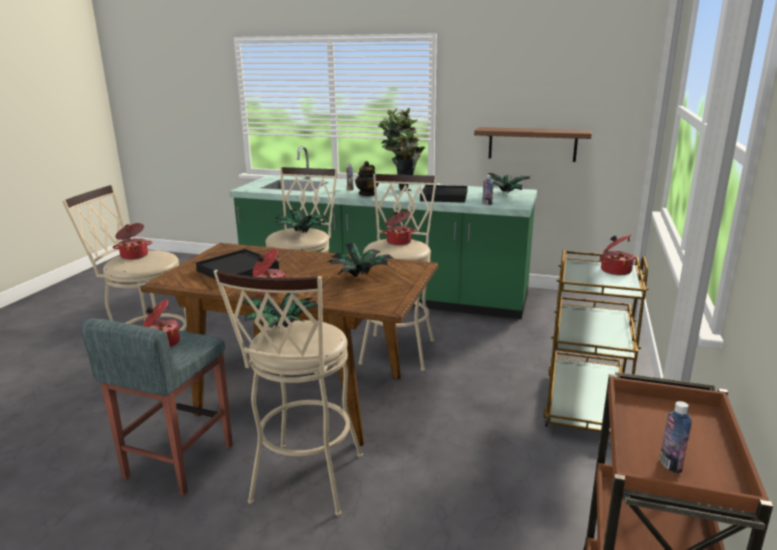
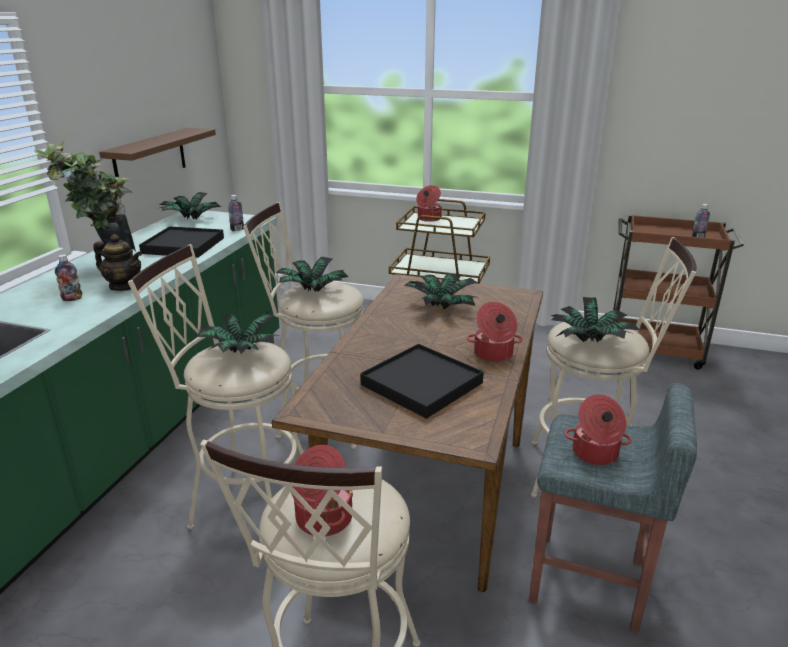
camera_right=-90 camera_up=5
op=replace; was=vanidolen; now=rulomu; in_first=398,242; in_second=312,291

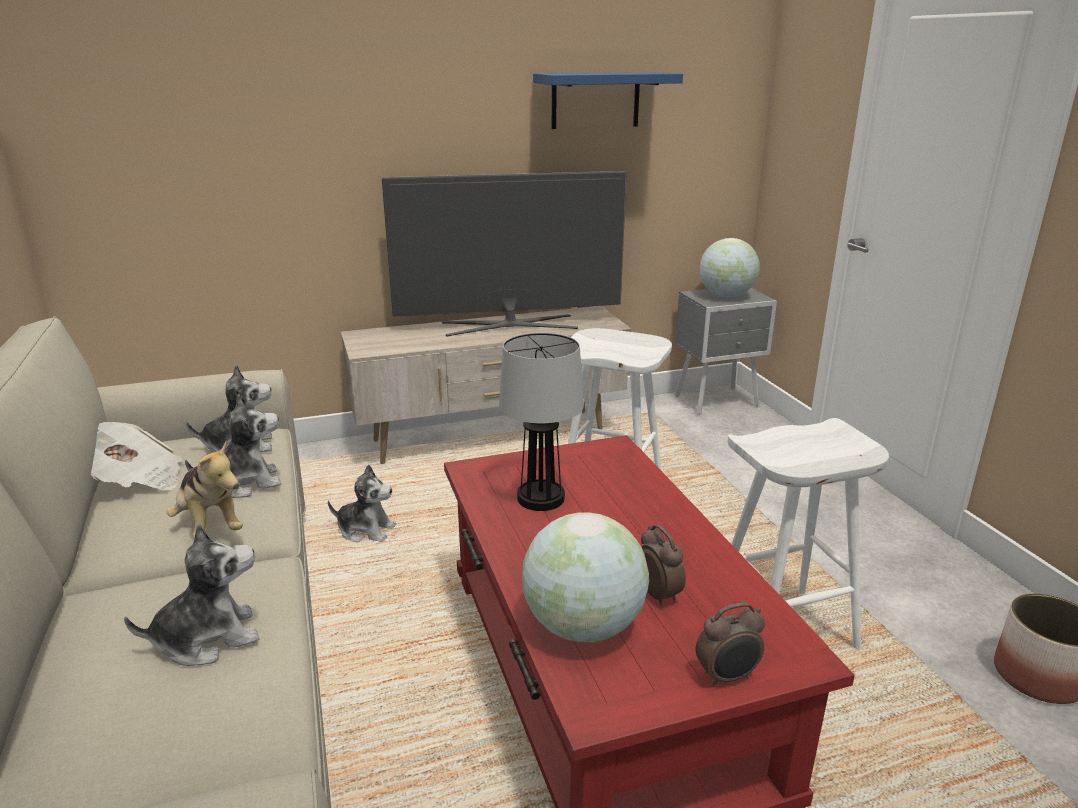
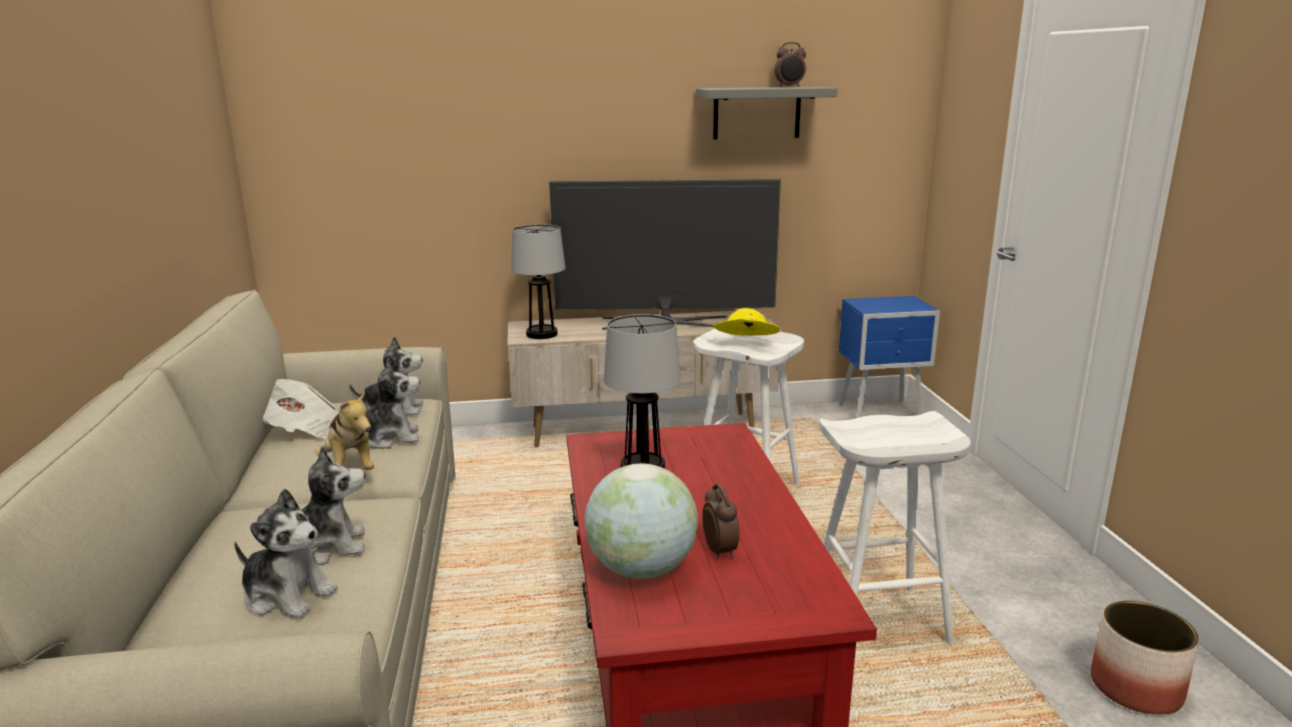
camera_right=10 camera_up=-5
op=move; was=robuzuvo; in_first=366,530; in_second=288,595
op=recolor; was=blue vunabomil; now=grey vunabomil; in_first=595,100; in_second=756,113
op=recolor; was=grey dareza; now=blue dareza; in_first=718,401; in_second=882,412
op=move; was=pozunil; in_first=727,677; in_second=789,87
op=delete; was=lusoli; in_first=726,296
op=insert; now=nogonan; in_second=541,334
op=insert; now=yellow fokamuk; in_second=745,343

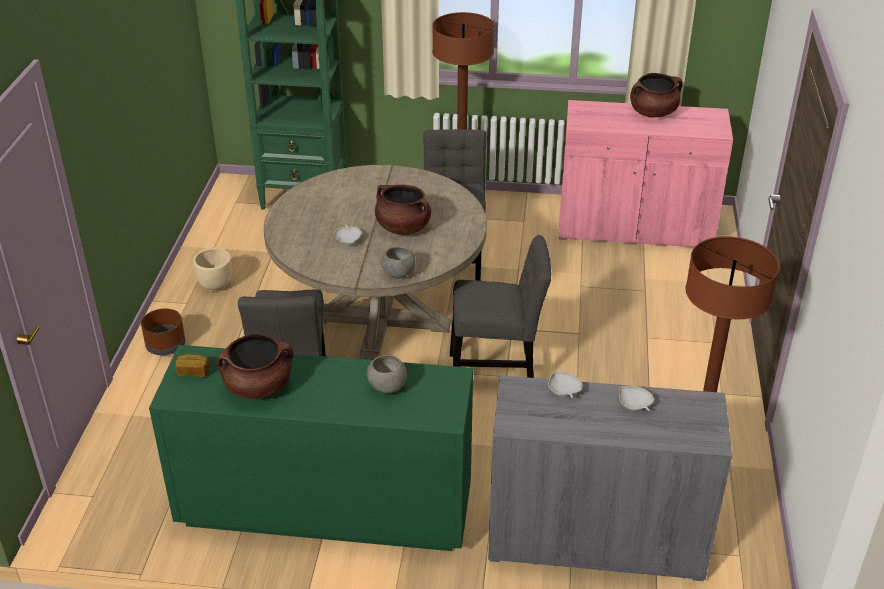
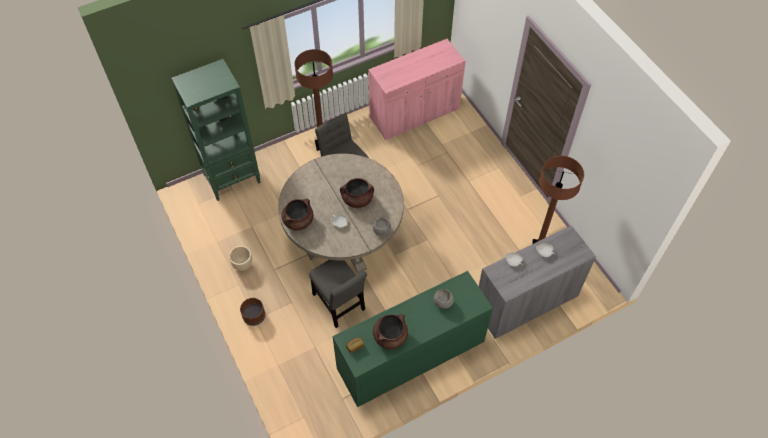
camera_right=-35 camera_up=20
op=delete; was=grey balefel; in_first=497,371
op=move; was=brown vanidolen; in_first=653,112; in_second=298,221

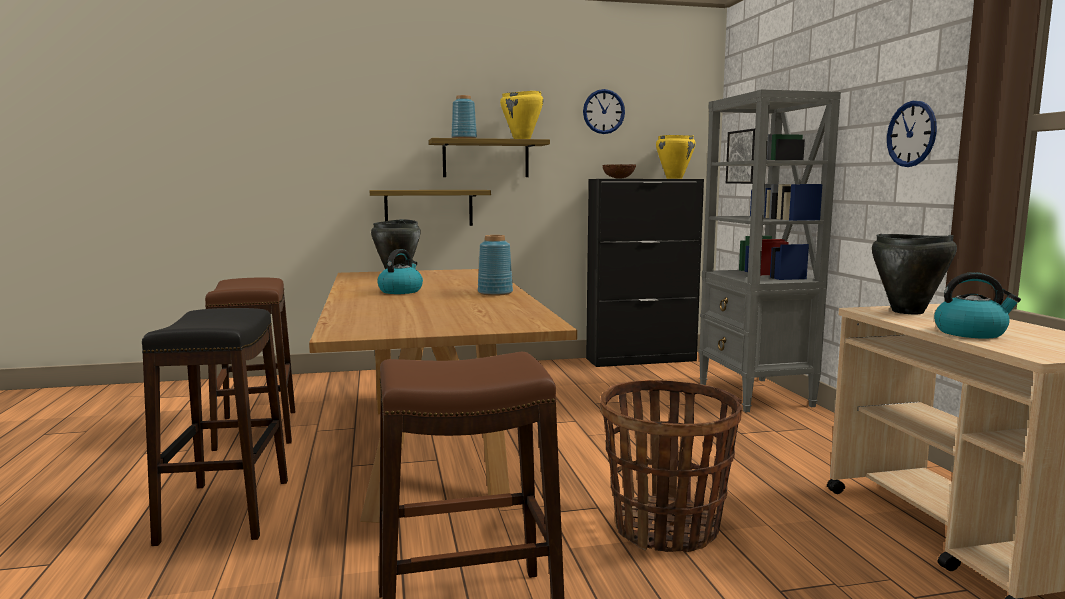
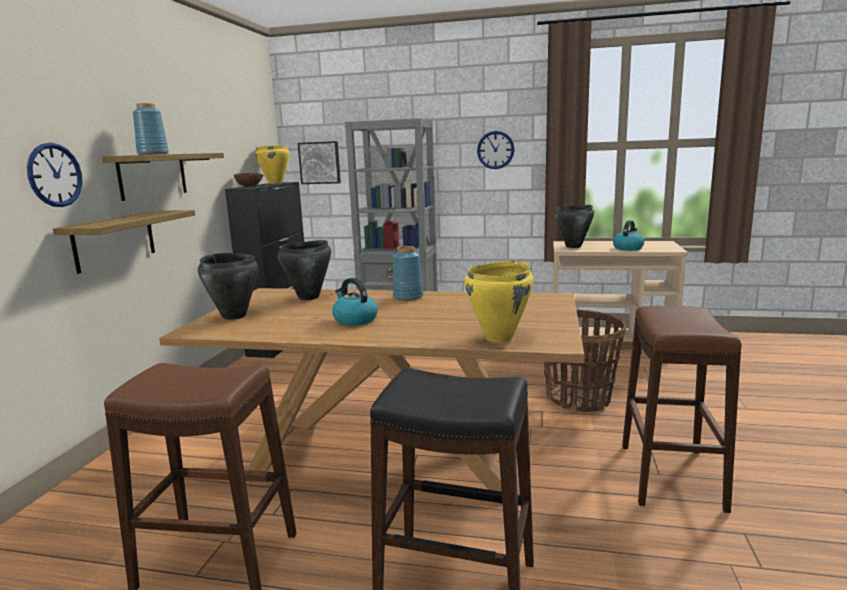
camera_right=-65 camera_up=5
op=move; was=yellow vanidolen; in_first=522,139; in_second=499,338
op=move; was=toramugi; in_first=603,111; in_second=55,175
op=insert; now=black vanidolen; in_second=309,297

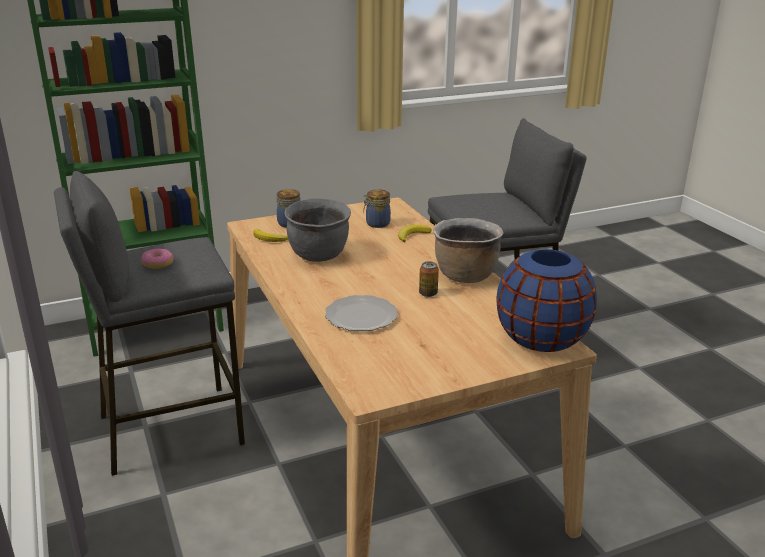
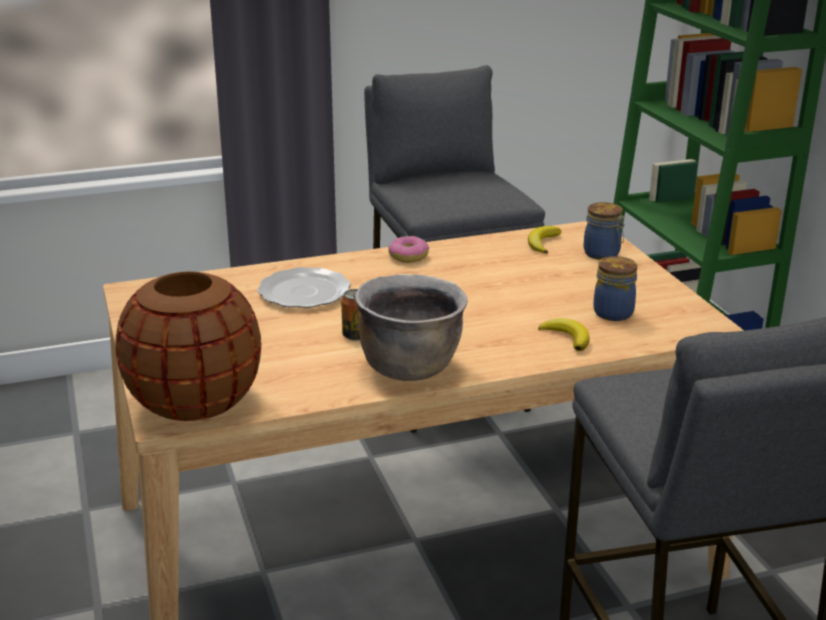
camera_right=95 camera_up=0
op=move; was=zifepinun; in_first=157,264; in_second=408,256
op=delete; was=grey vanidolen; in_first=319,255
op=recolor; was=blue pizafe; now=brown pizafe; in_first=541,340; in_second=194,403

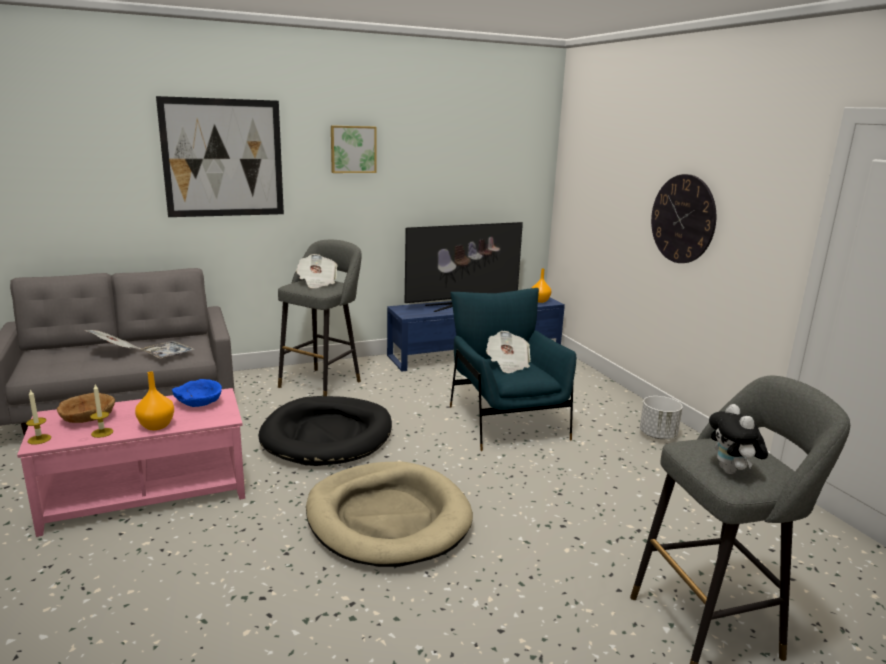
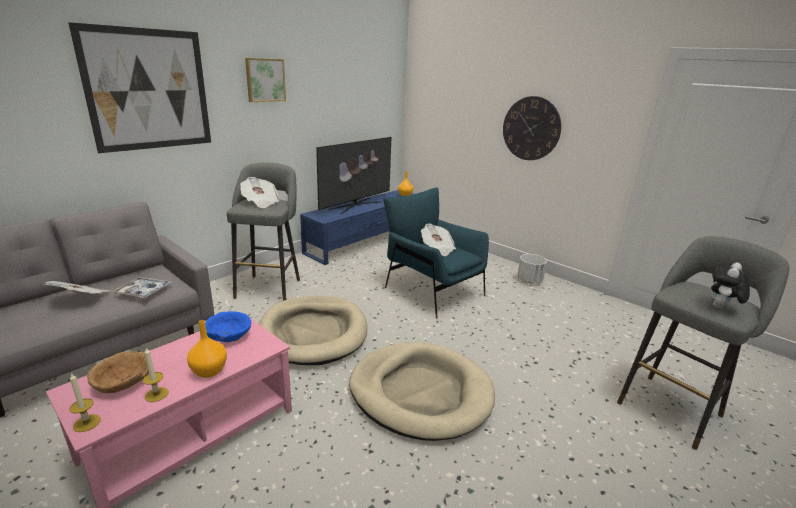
camera_right=-25 camera_up=5
op=recolor; was=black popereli; now=beige popereli; in_first=328,435; in_second=313,333
op=rotate; was=robuzuvo; in_first=731,471; in_second=721,308; clockwise=75

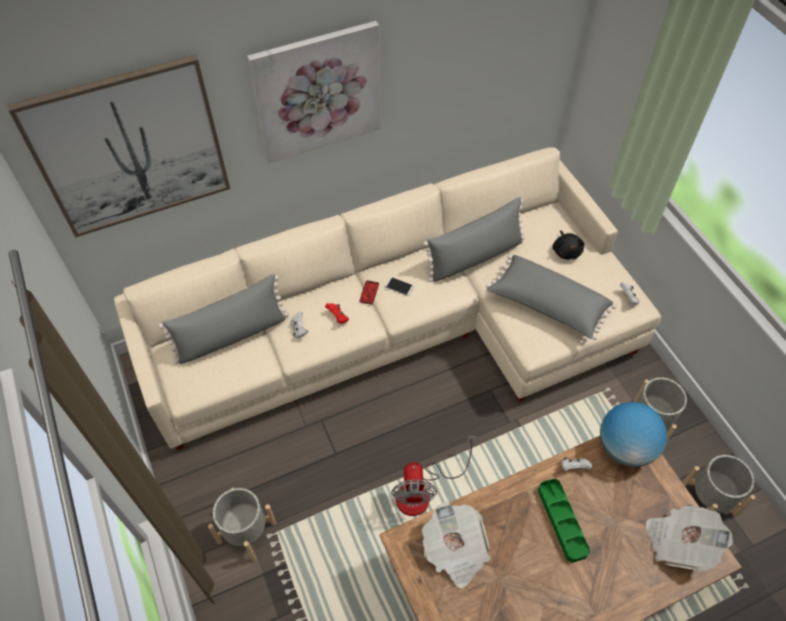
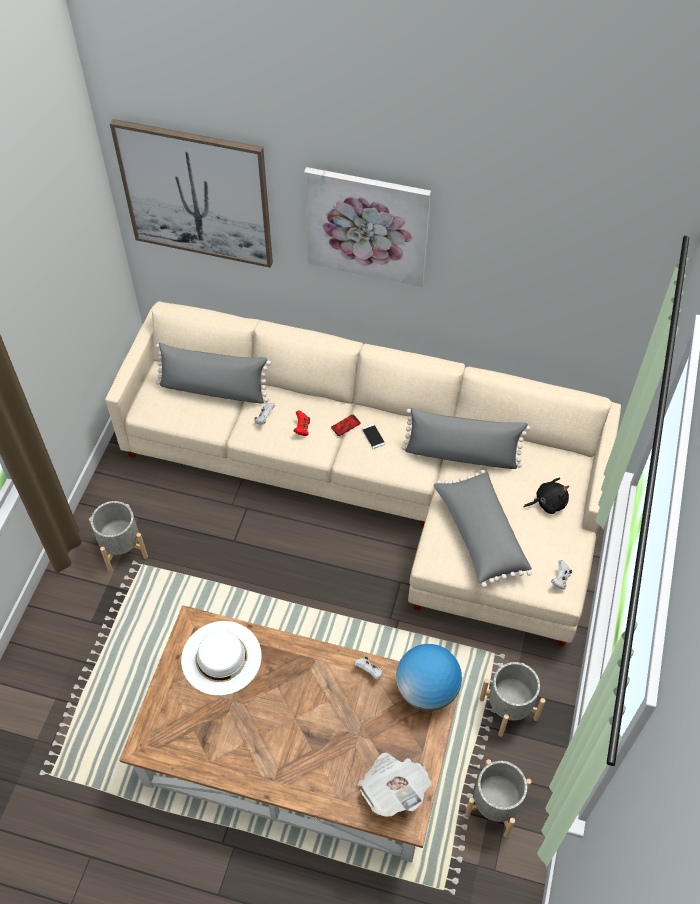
camera_right=40 camera_up=0
op=delete; was=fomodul; in_first=422,491
op=replace; was=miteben; now=white fokamuk; in_first=455,551; in_second=221,657
op=delete; was=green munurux; in_first=562,521
op=rotate; was=black robuzuvo; in_first=566,251; in_second=548,503; clockwise=-135

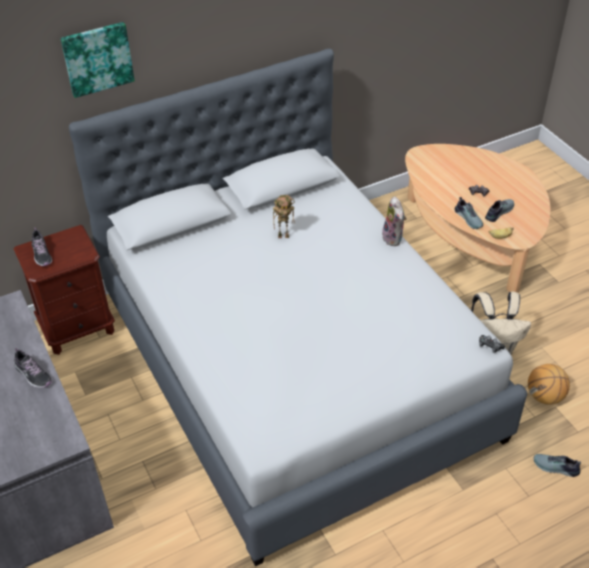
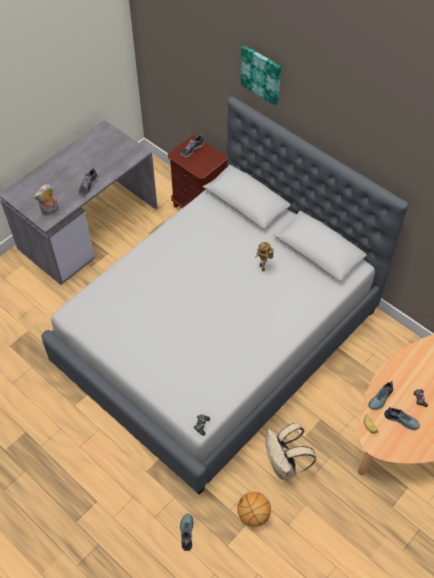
camera_right=70 camera_up=10
op=move; was=robuzuvo; in_first=394,238; in_second=50,211

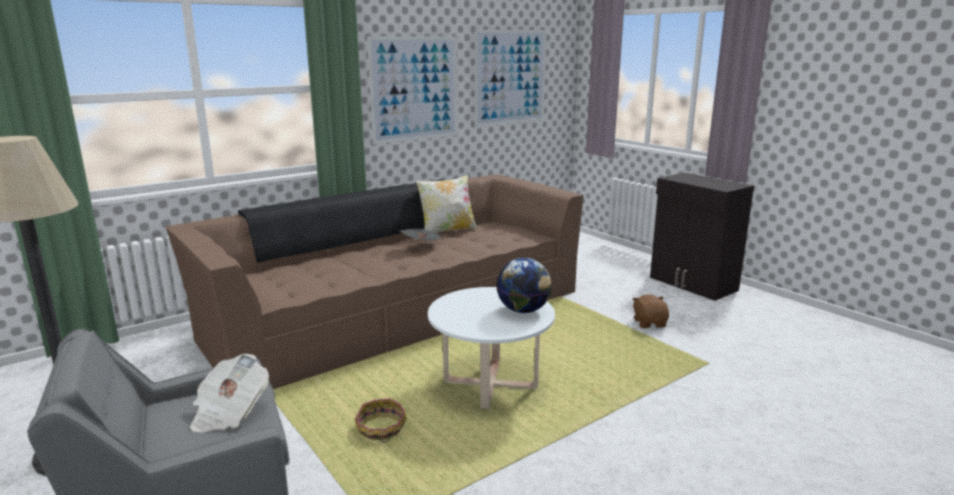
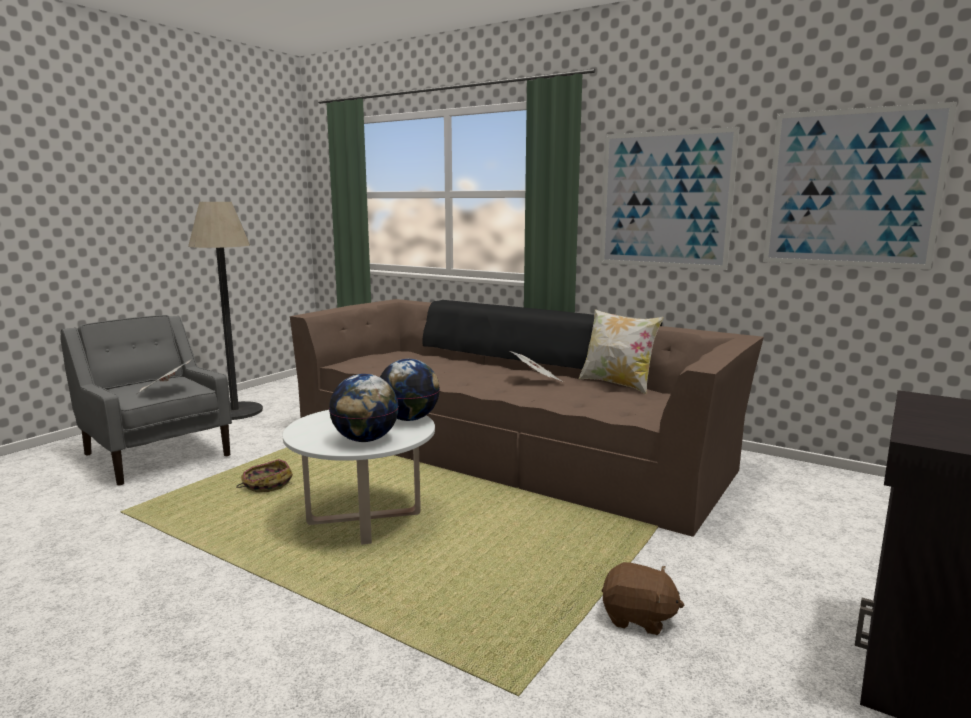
camera_right=70 camera_up=-5
op=rotate; was=brown robuzuvo; in_first=649,323; in_second=638,618; clockwise=45
op=insert; now=lusoli; in_second=409,419

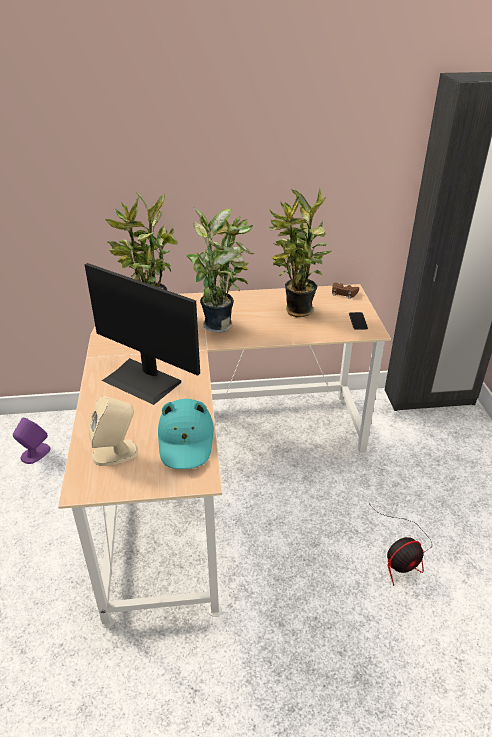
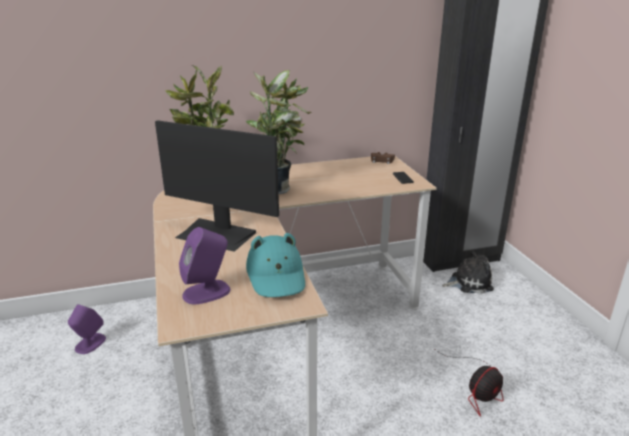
camera_right=-10 camera_up=-10
op=recolor; was=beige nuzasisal; now=purple nuzasisal; in_first=115,452; in_second=207,292
op=delete; was=rulomu; in_first=296,311
op=insert; now=robuzuvo; in_second=468,282

